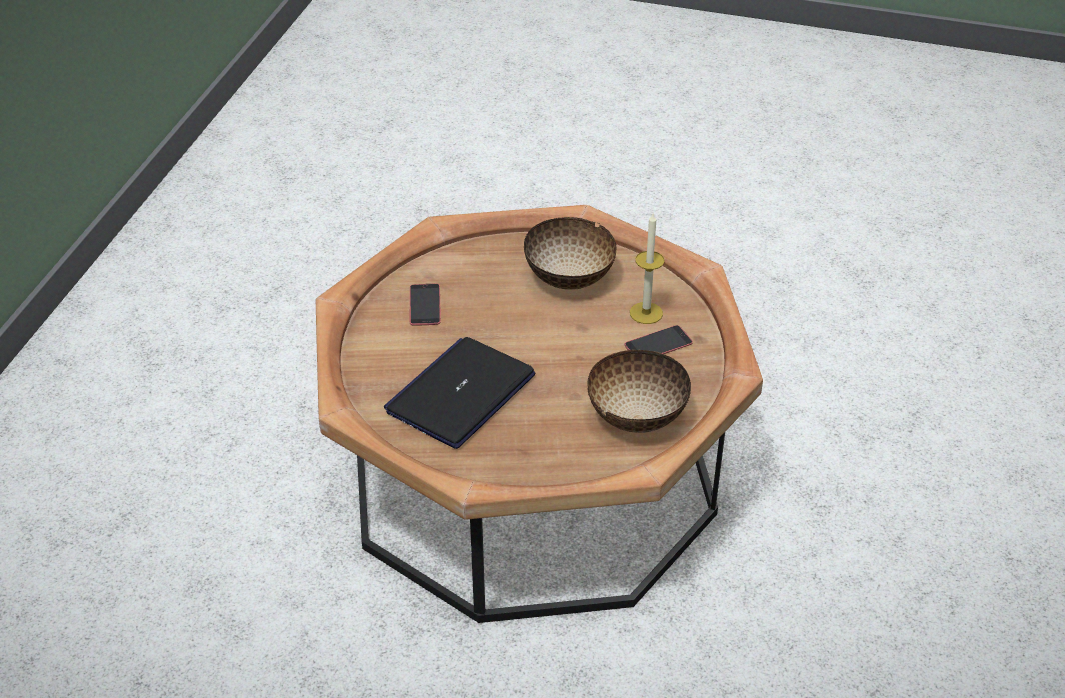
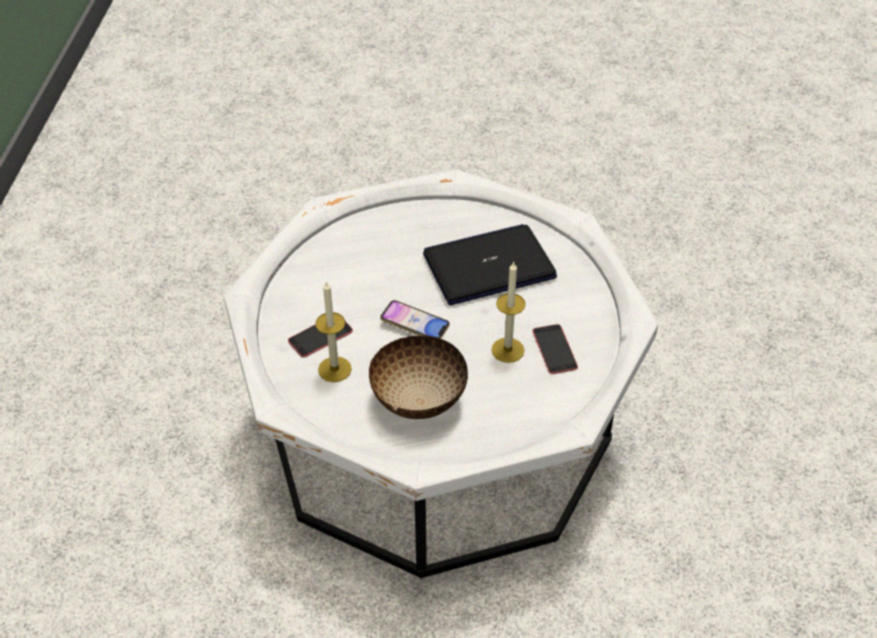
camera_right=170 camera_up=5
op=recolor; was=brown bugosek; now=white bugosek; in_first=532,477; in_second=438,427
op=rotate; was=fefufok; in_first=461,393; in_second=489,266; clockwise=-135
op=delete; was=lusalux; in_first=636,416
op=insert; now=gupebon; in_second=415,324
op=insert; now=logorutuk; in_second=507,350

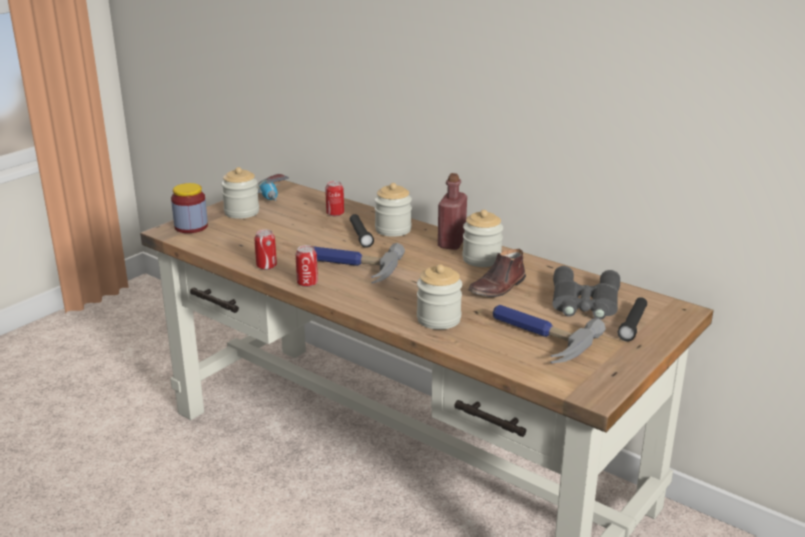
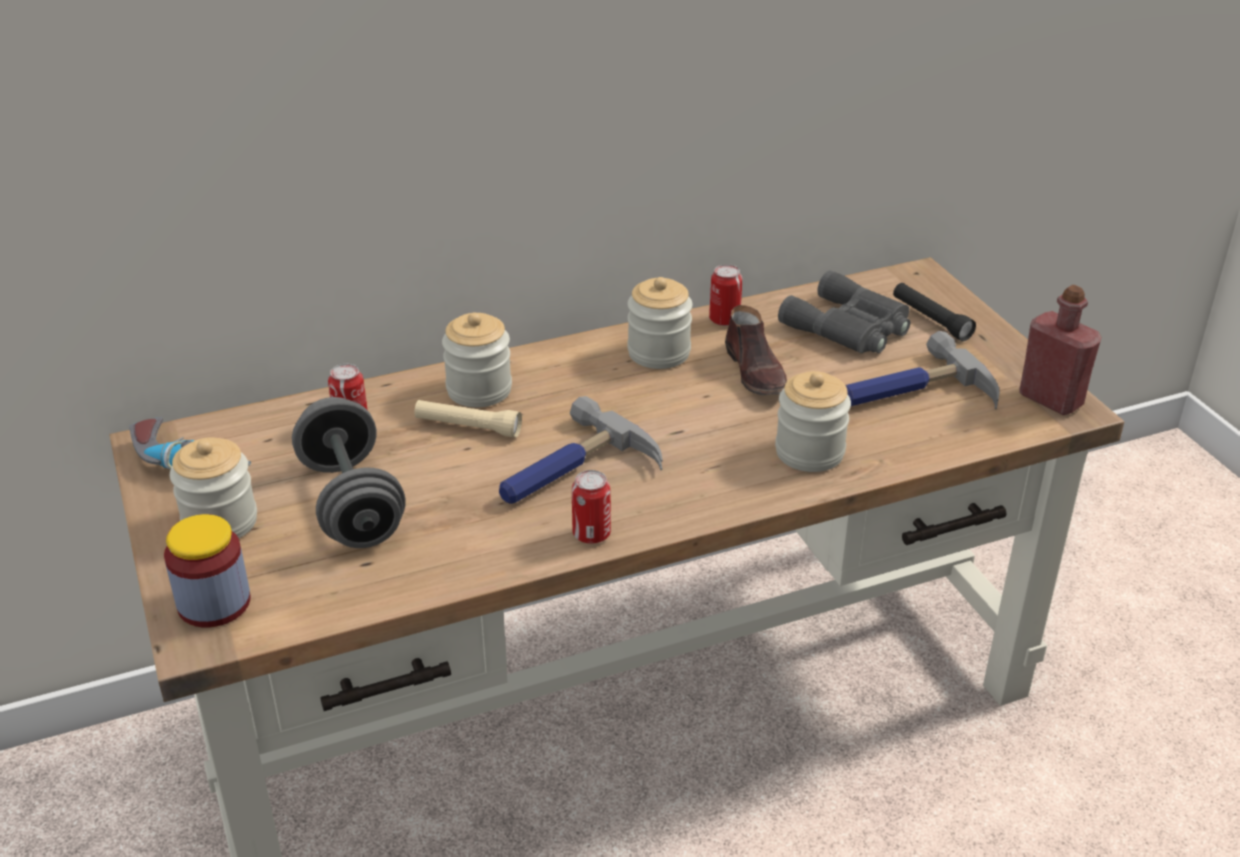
camera_right=-60 camera_up=10
op=move; was=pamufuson; in_first=266,266; in_second=724,320
op=recolor; was=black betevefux; now=beige betevefux; in_first=360,236; in_second=468,427
op=move; was=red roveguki; in_first=451,243; in_second=1050,399
op=insert; now=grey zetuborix; in_second=352,503

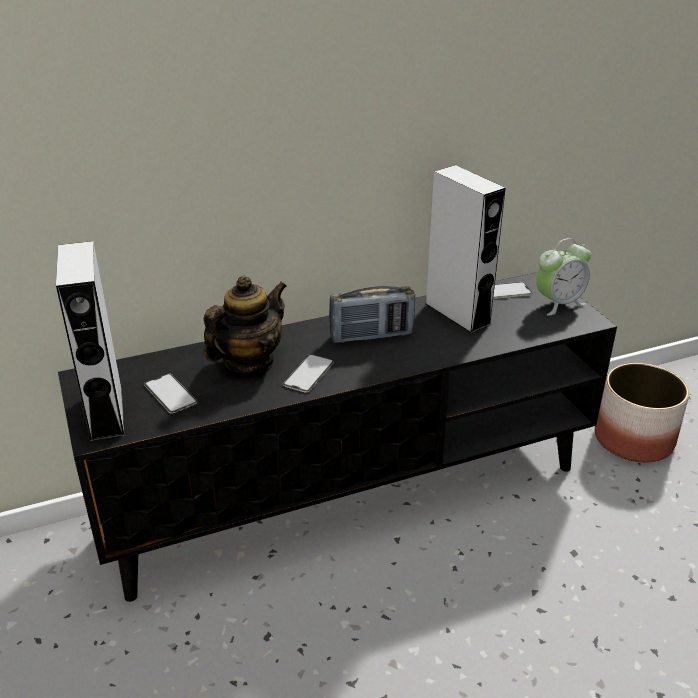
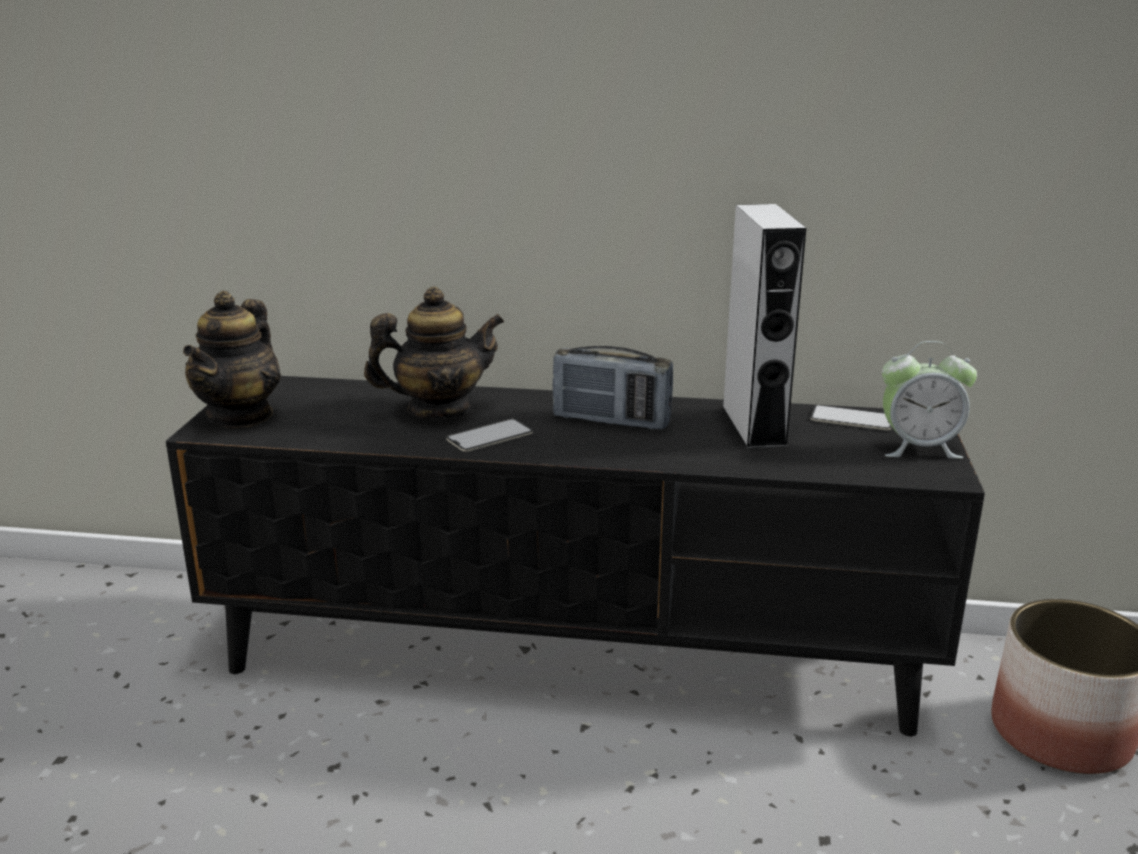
camera_right=30 camera_up=-10
op=replace; was=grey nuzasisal; now=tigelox; in_first=106,413; in_second=240,415
op=delete; was=gupebon; in_first=170,393

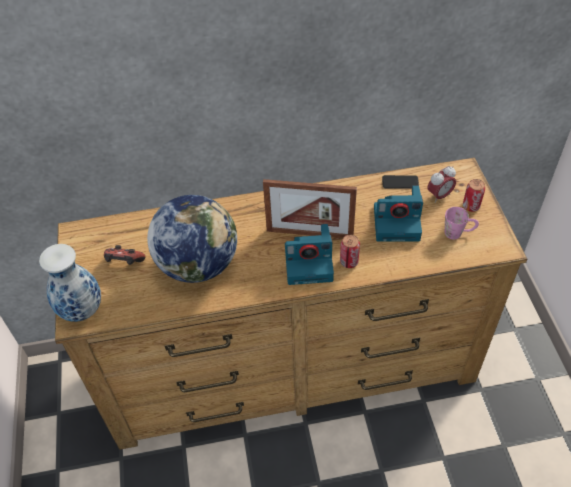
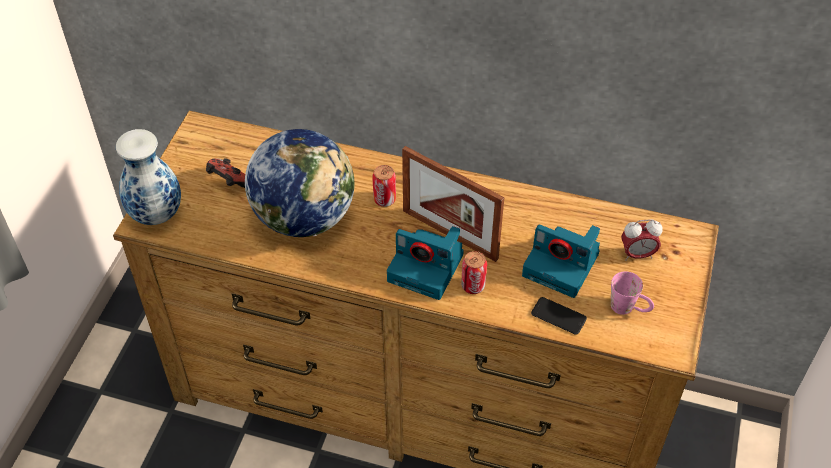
camera_right=25 camera_up=0
op=move; was=gupebon; in_first=400,182; in_second=558,316
op=move; was=pamufuson; in_first=471,206; in_second=384,199

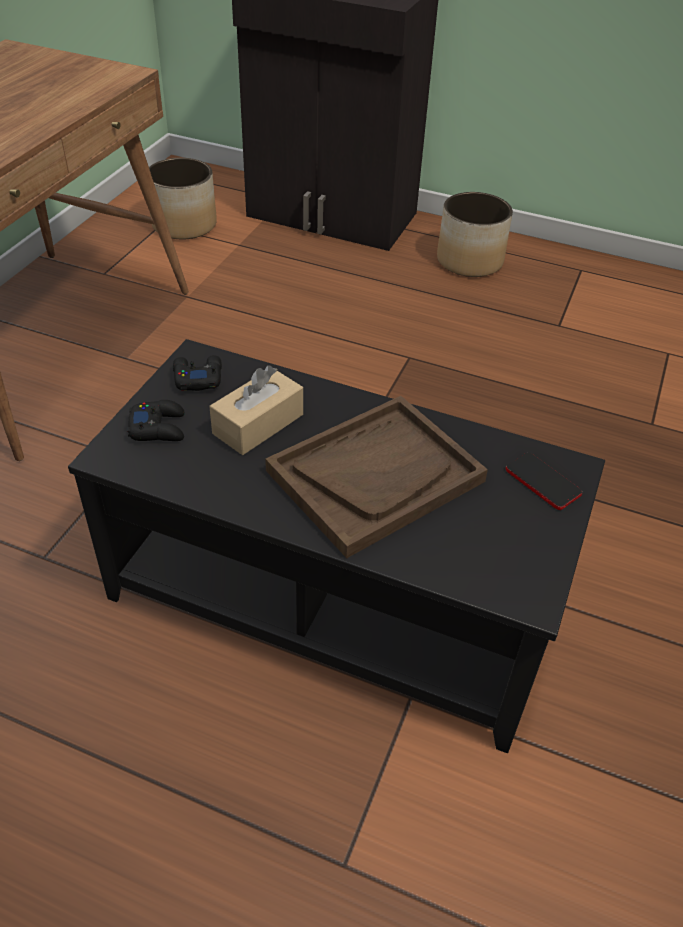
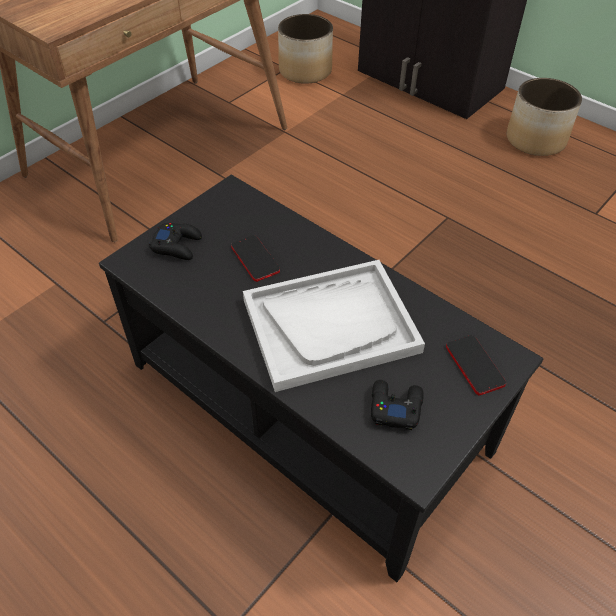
camera_right=20 camera_up=5
op=move; was=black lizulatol; in_first=197,378; in_second=395,406
op=replace; was=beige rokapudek; now=gupebon; in_first=258,424; in_second=255,259
op=recolor; was=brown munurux; now=white munurux; in_first=375,475; in_second=330,325

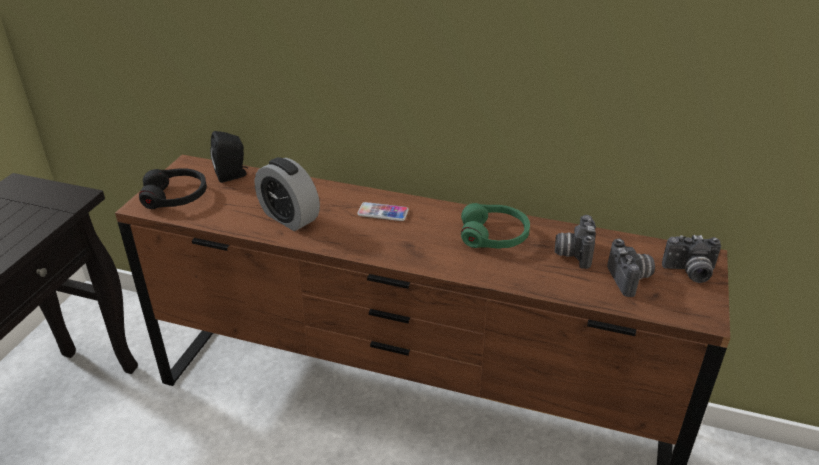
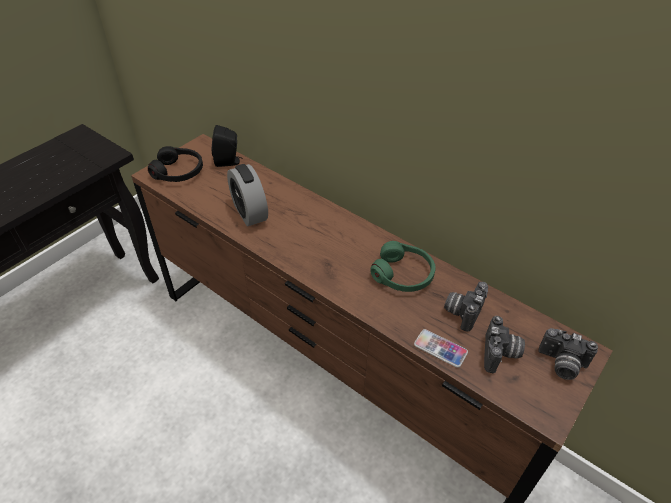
camera_right=20 camera_up=10
op=move; was=gupebon; in_first=383,212; in_second=440,348

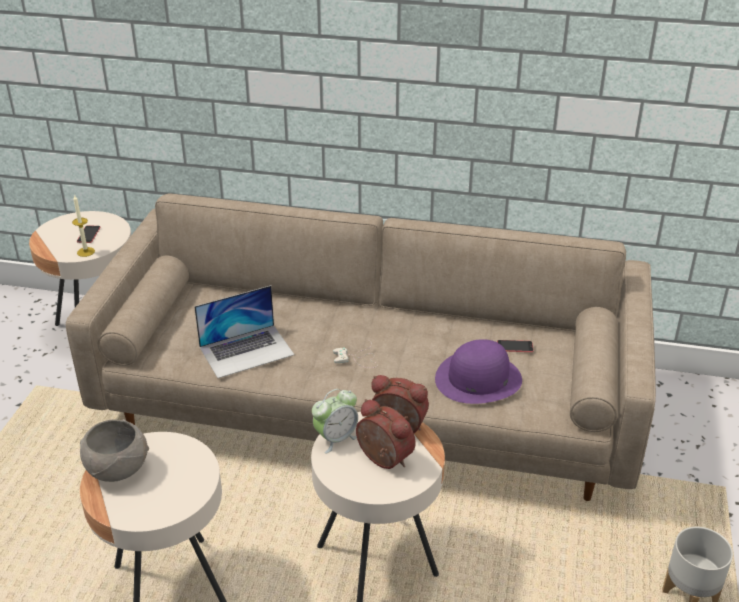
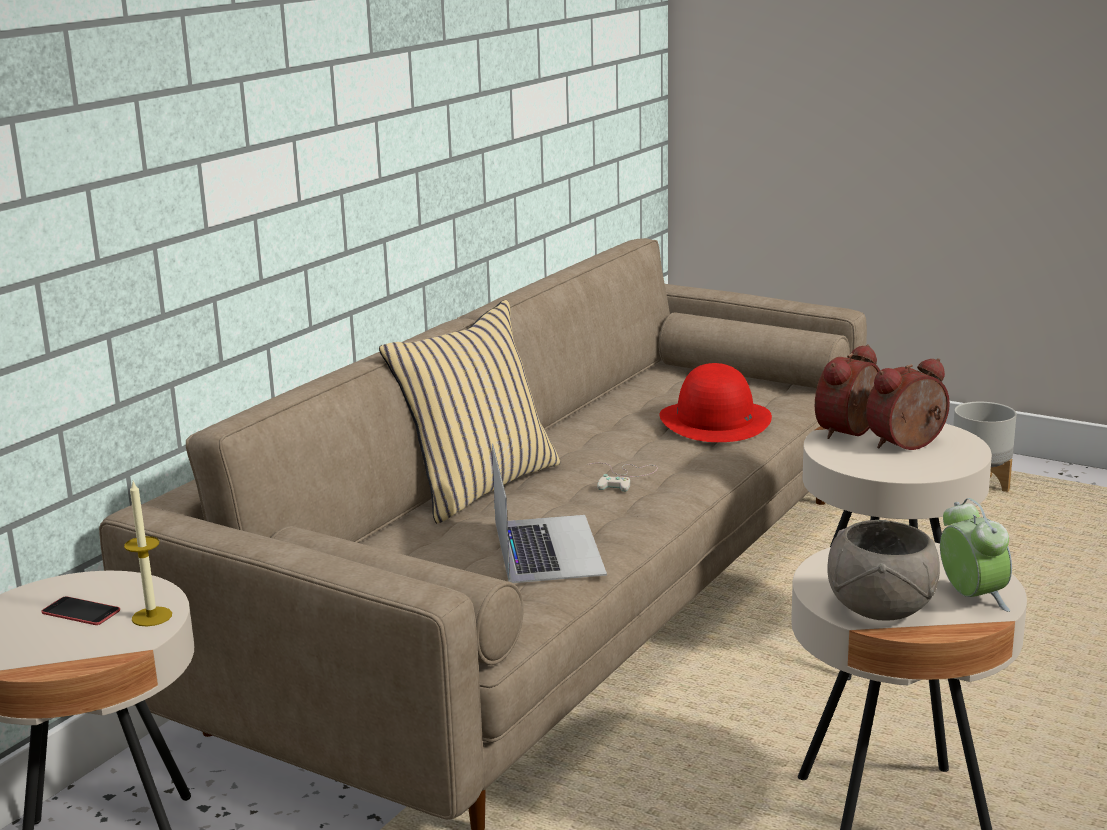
camera_right=-70 camera_up=-15
op=move; was=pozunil; in_first=336,438; in_second=972,598
op=recolor; was=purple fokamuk; now=red fokamuk; in_first=478,379; in_second=715,420
op=delete; was=gupebon; in_first=515,346
op=insert; now=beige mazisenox; in_second=478,486

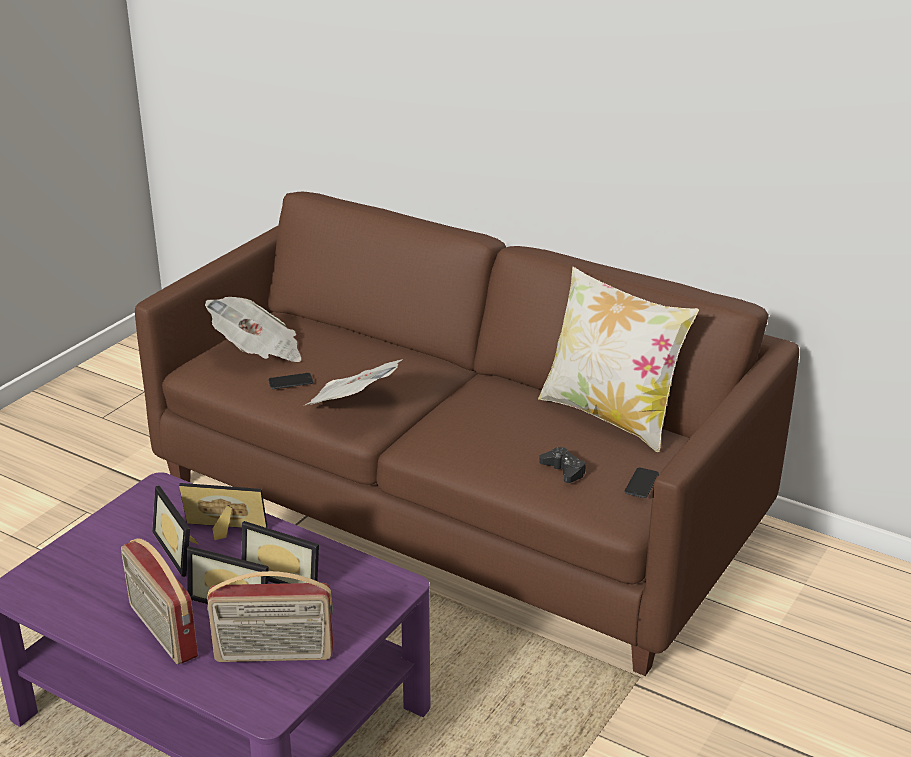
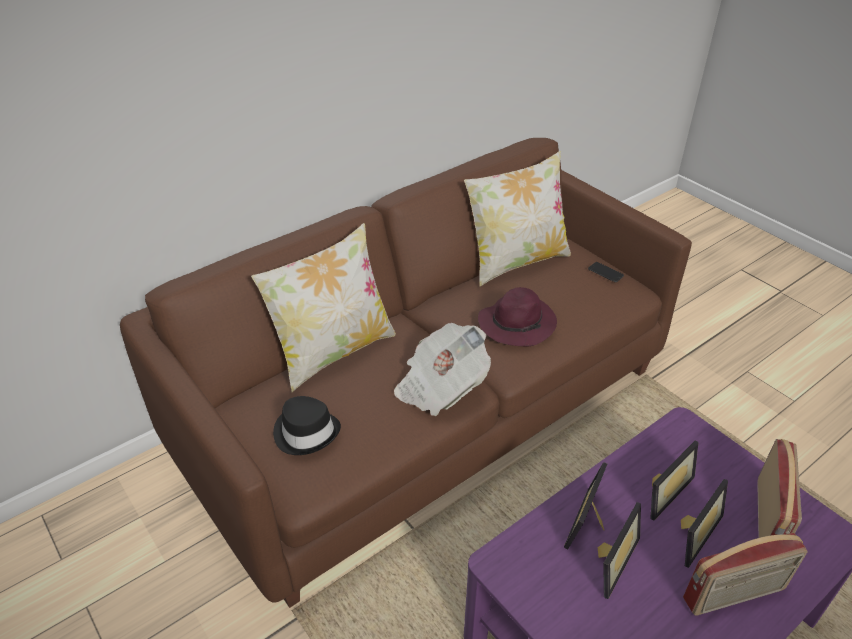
camera_right=-70 camera_up=10
op=rotate; was=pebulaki; in_first=182,549; in_second=609,560; clockwise=-45
op=replace; was=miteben; now=black fokamuk; in_first=258,352; in_second=306,432
op=delete; was=gupebon; in_first=290,382
op=delete; was=black lizulatol; in_first=563,470
op=insert; now=mazisenox; in_second=334,352
op=insert; now=purple fokamuk; in_second=517,323

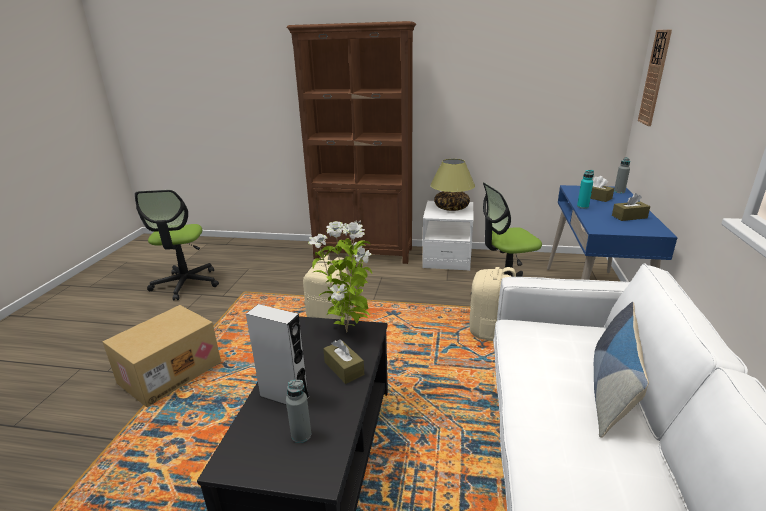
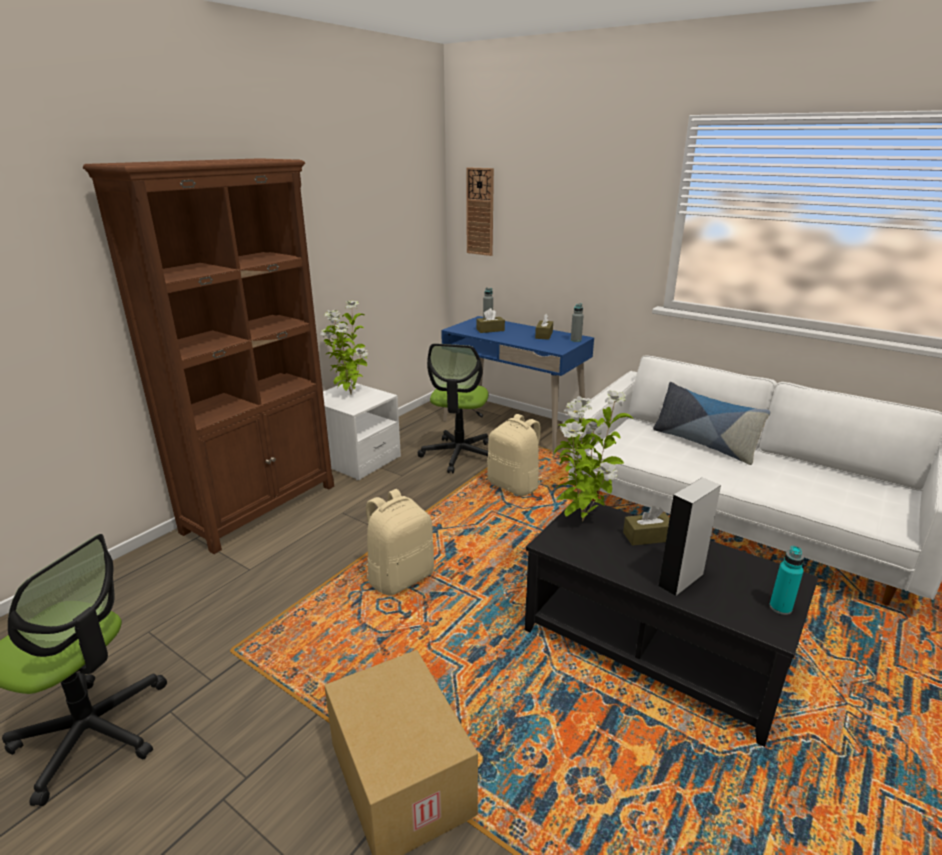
camera_right=-65 camera_up=0
op=move; was=grey roveguki; in_first=301,435; in_second=576,340
op=replace; was=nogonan; now=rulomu; in_first=452,208; in_second=349,394
op=move; was=turquoise roveguki; in_first=582,207; in_second=780,607

